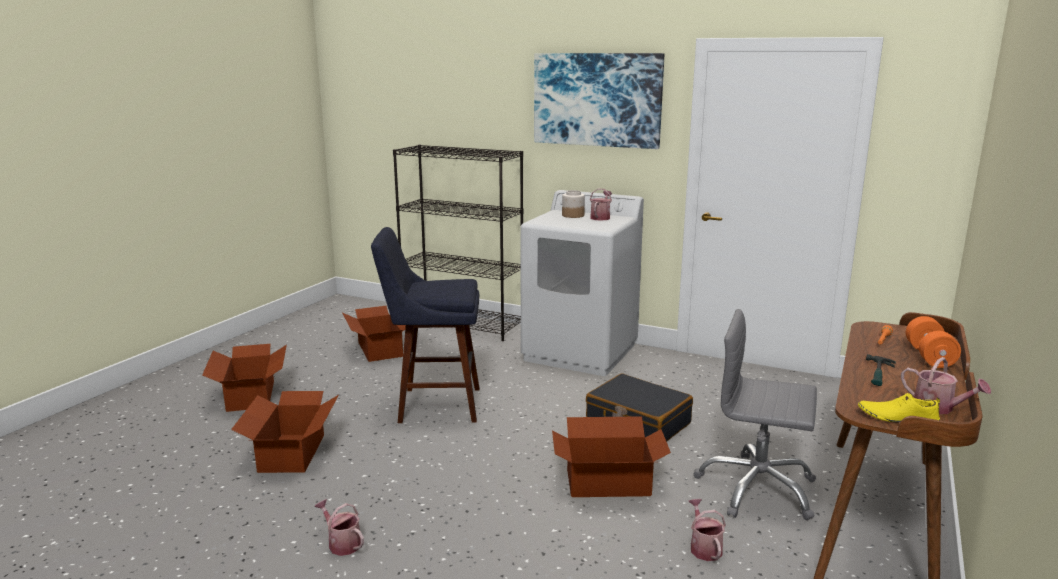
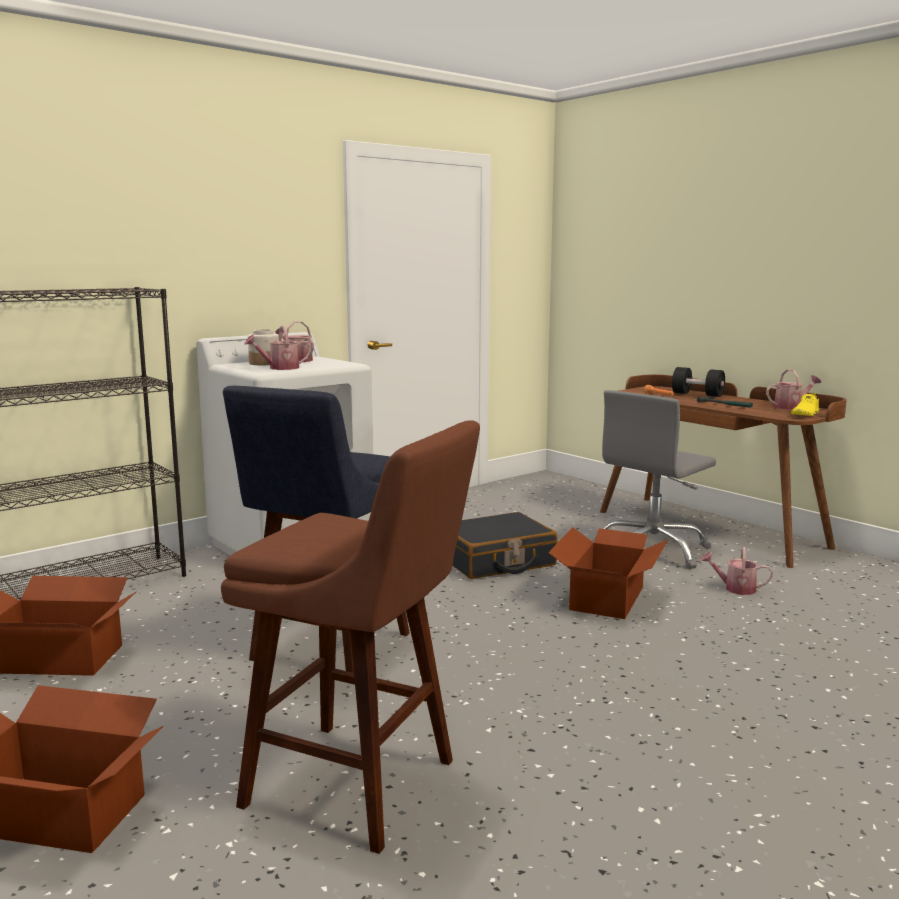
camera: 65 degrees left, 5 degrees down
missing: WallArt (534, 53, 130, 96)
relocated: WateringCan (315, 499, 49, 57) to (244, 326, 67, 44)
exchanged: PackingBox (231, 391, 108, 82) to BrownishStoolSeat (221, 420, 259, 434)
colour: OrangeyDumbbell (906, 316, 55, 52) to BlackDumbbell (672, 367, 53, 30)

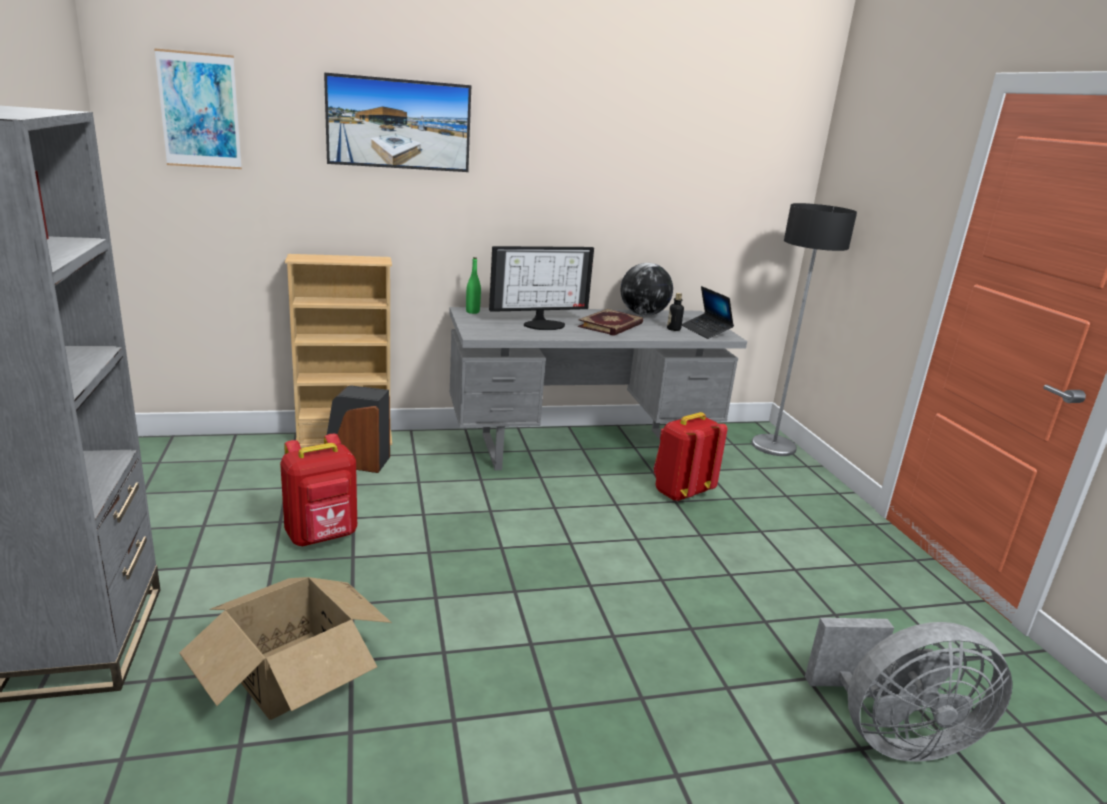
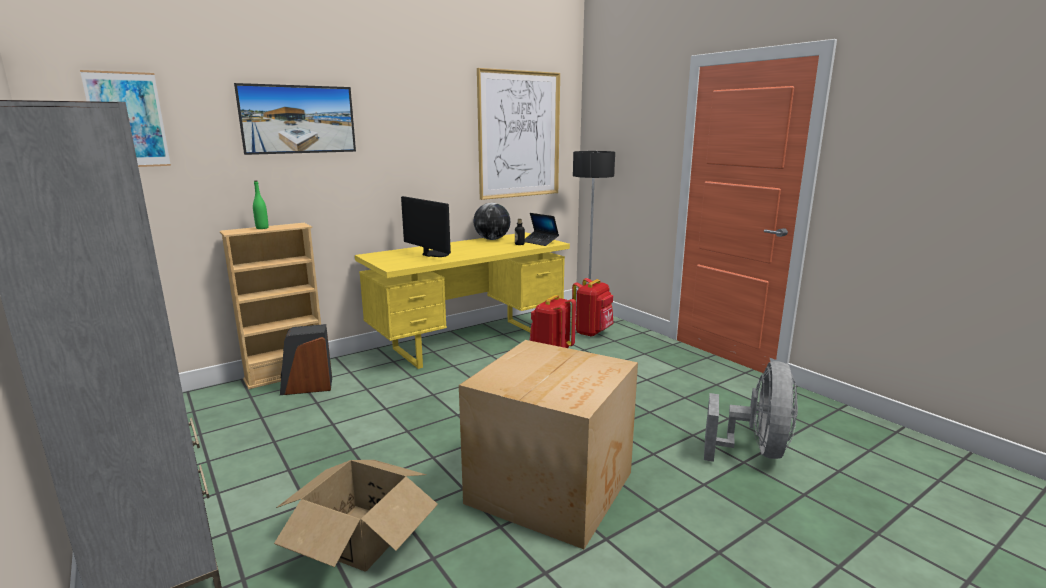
camera: 20 degrees left, 5 degrees down
missing: BoundBook (578, 309, 65, 27)
appeared: WallArt (477, 68, 83, 132); PackingBox (459, 340, 179, 209)
relocated: GreenBottle (466, 257, 15, 57) to (253, 180, 16, 49); ReddishKnapsack (280, 434, 77, 112) to (572, 278, 41, 59)
colour: GrayDesk (449, 307, 298, 163) to YellowColouredDesk (355, 232, 215, 137)
spun: ComputerScreen (489, 246, 105, 84) = (401, 196, 50, 61) 90 degrees counterclockwise; GrayCoolingFan (805, 618, 208, 144) = (704, 361, 94, 101) 45 degrees counterclockwise

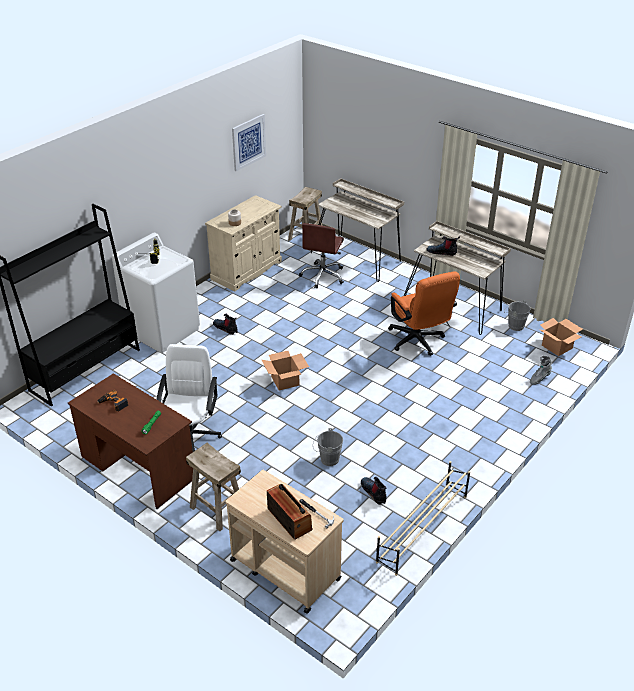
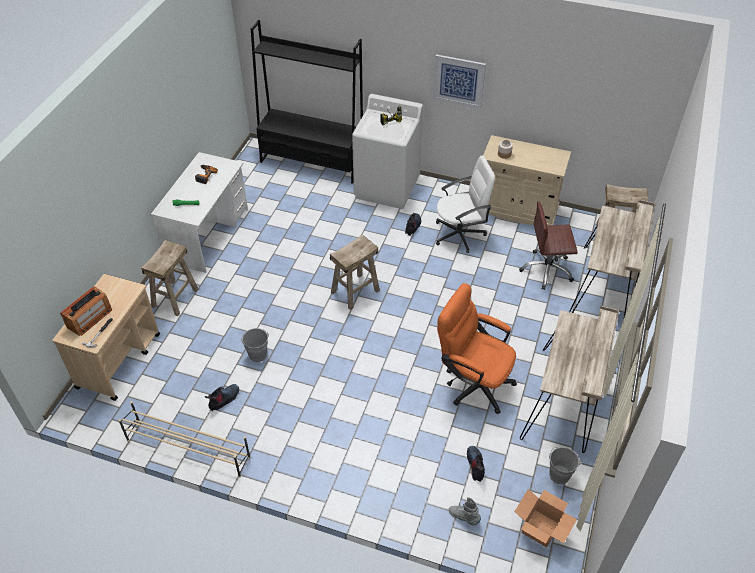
camera: 70 degrees right, 10 degrees up
relocated: WallArt (232, 114, 34, 57) to (433, 54, 53, 55); Boot (427, 236, 33, 20) to (467, 446, 18, 36); WhiteColouredOfficeChair (156, 344, 66, 108) to (436, 155, 59, 98)
exchanged: PackingBox (262, 351, 47, 39) to BeigeColouredStoolSeat (330, 234, 50, 76)
colour: BrownishDesk (68, 373, 125, 136) to WhiteColouredDesk (151, 152, 97, 121)
spun: OrangeyOfficeChair (388, 271, 72, 85) = (437, 283, 80, 131) 75 degrees clockwise

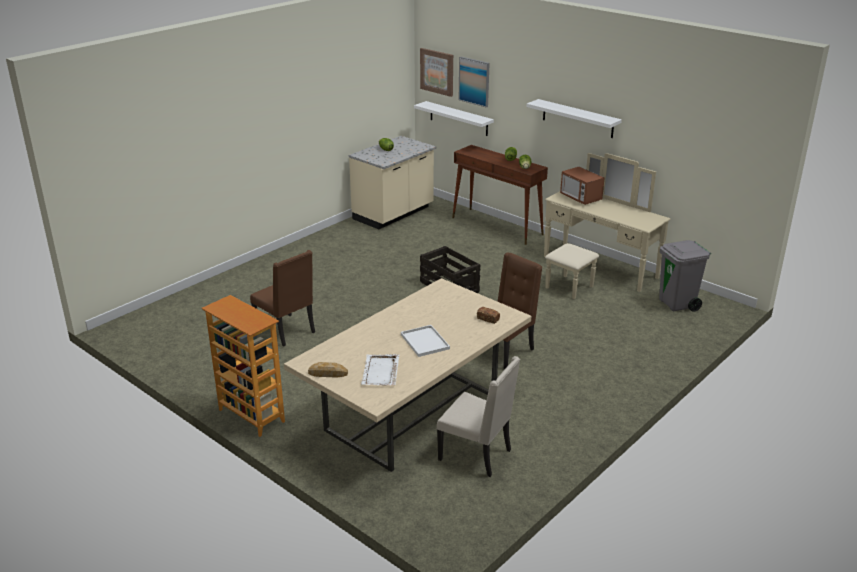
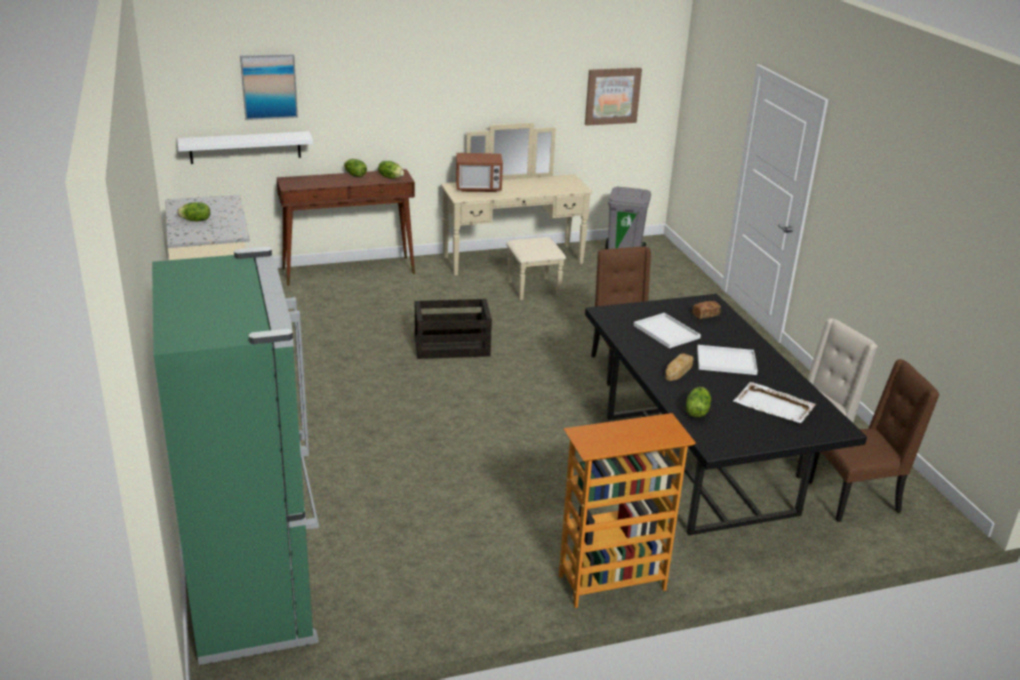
camera: 60 degrees left, 0 degrees up
missing: WhiteColouredWallShelf (526, 99, 96, 39)
appeared: GreenKitchenFridge (152, 247, 167, 418); WhiteColouredTray (633, 313, 68, 35); HeadOfLettuce (686, 387, 25, 30)
relocated: WallArt (420, 48, 33, 49) to (585, 68, 57, 58); BrownishPlainChair (250, 250, 65, 97) to (809, 359, 130, 163); BakedBread (308, 362, 40, 16) to (665, 354, 29, 27)
colour: BeigeColouredDinnerTable (284, 278, 247, 194) to BlackDinnerTable (585, 294, 282, 241)

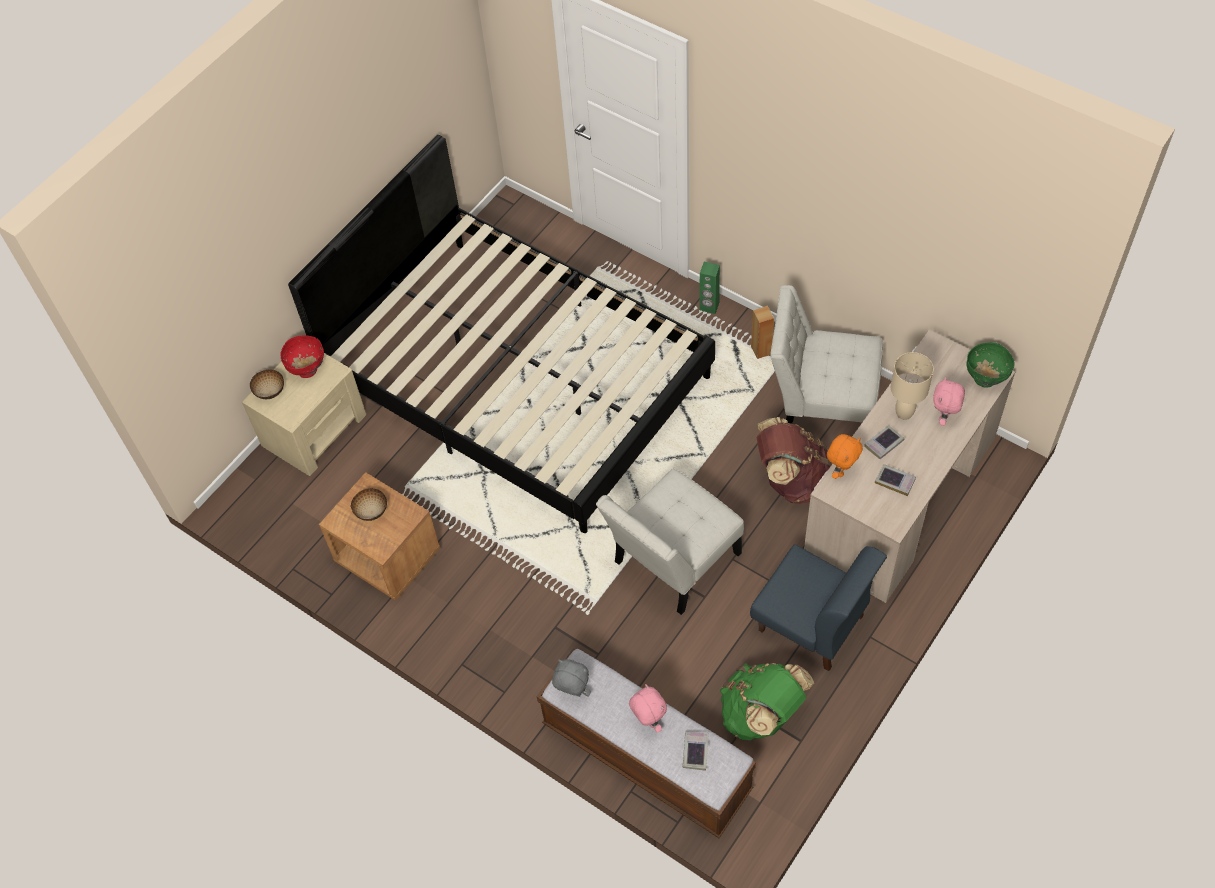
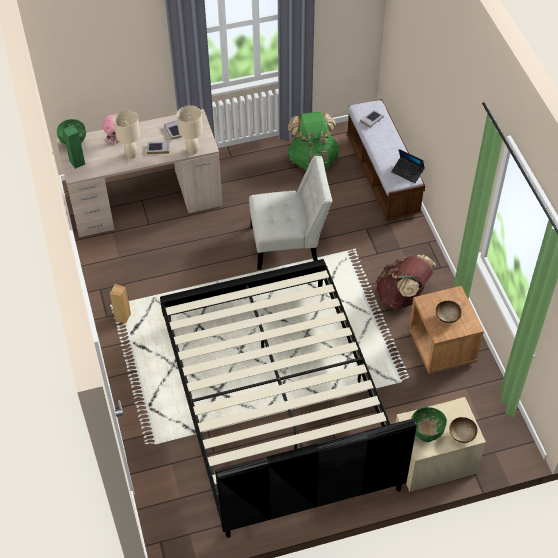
camera: 145 degrees left, 5 degrees down
missing: WhiteColouredPlainChair (770, 285, 113, 139); BluishPlainChair (750, 544, 137, 127); PinkCuddlyToy (629, 684, 38, 49)
relocated: GreenAudioSpeaker (699, 262, 21, 52) to (63, 125, 22, 44); BrownishKnapsack (757, 417, 75, 87) to (376, 255, 60, 55)
exchanged: OrangeyCuddlyToy (827, 434, 36, 45) to BeigeColouredLampForATable (177, 105, 26, 50); GrayCuddlyToy (552, 659, 39, 38) to PortableComputer (391, 149, 34, 34)
colour: ReddishBowl (280, 335, 44, 43) to GreenBowl (411, 407, 36, 35)

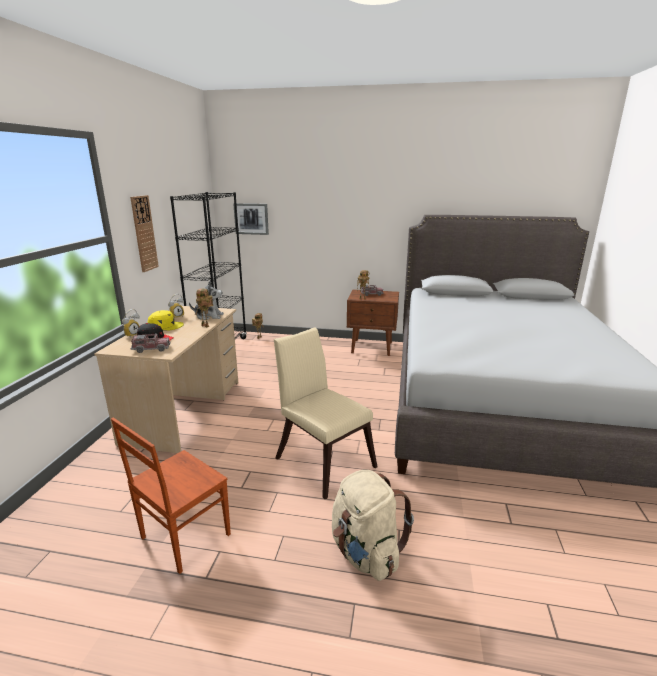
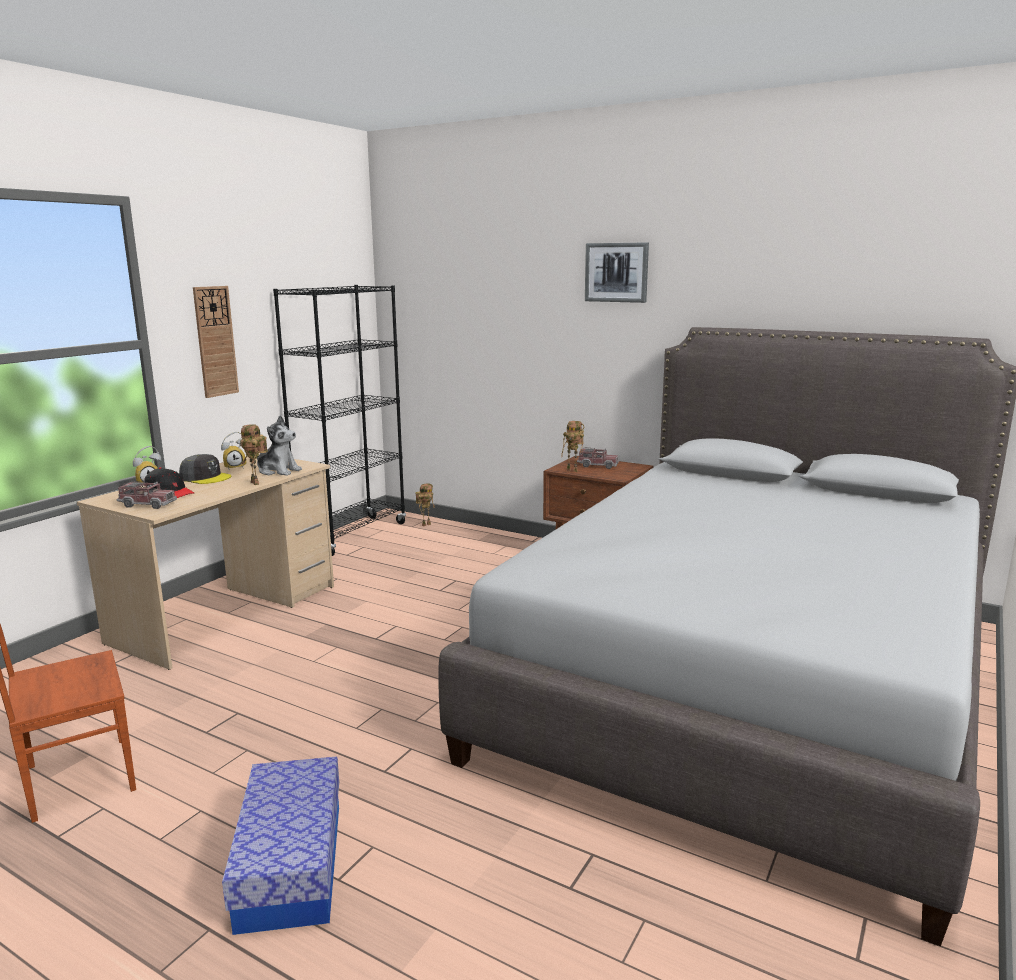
camera: 20 degrees right, 5 degrees down
missing: BeigeColouredPlainChair (274, 327, 103, 173)
relocated: WallArt (233, 203, 36, 32) to (585, 242, 64, 61)
exchanged: BeigeColouredKnapsack (332, 470, 82, 111) to StorageBin (222, 756, 117, 179)
colour: YellowColouredCap (148, 310, 36, 21) to GrayCap (179, 454, 52, 30)

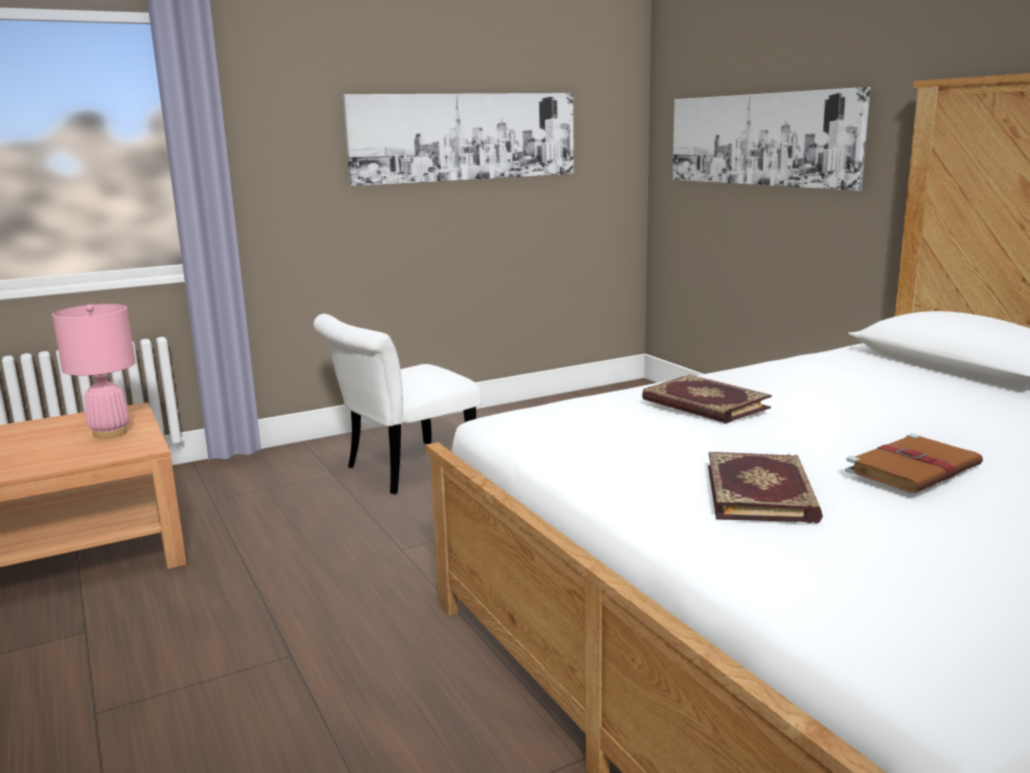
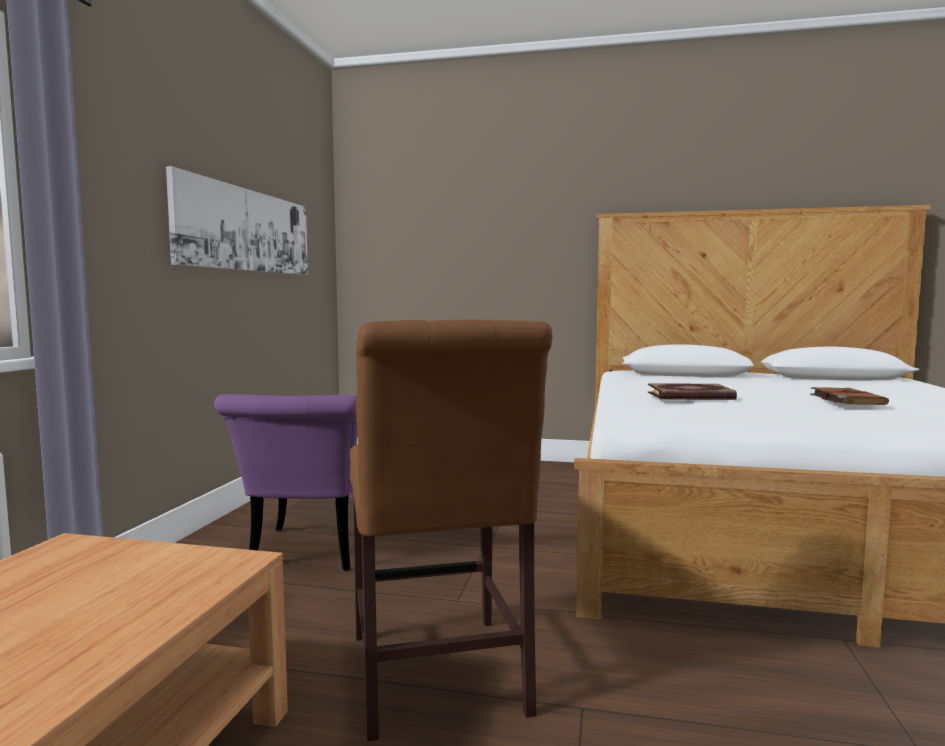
camera: 50 degrees left, 10 degrees down
missing: WallArt (672, 87, 198, 104); PinkLampForATable (52, 304, 83, 135); BoundBook (708, 452, 115, 71)
appeared: BrownishPlainChair (350, 319, 202, 422)
colour: WhiteColouredPlainChair (314, 314, 168, 180) to PurplePlainChair (214, 394, 144, 177)

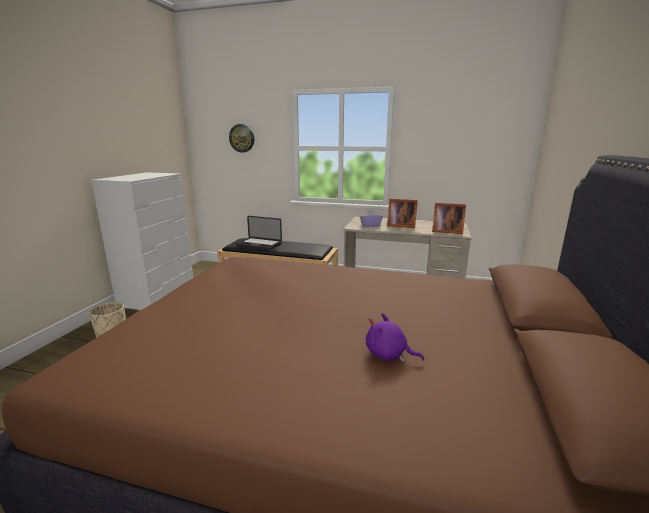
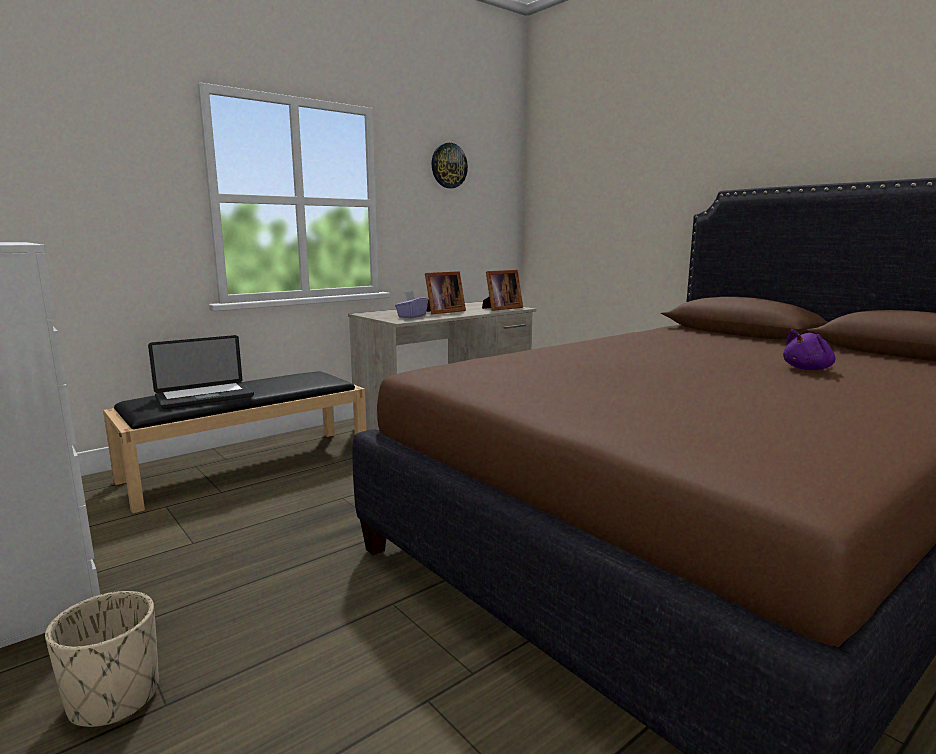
camera: 55 degrees left, 5 degrees down
relocated: HangingClock (229, 124, 25, 29) to (432, 143, 36, 45)

